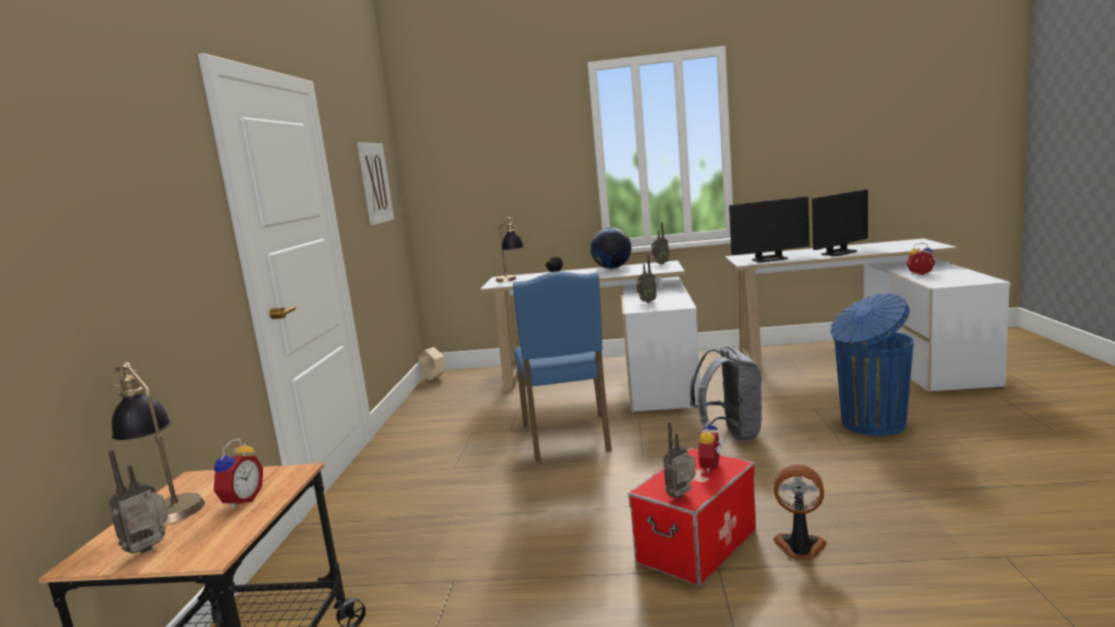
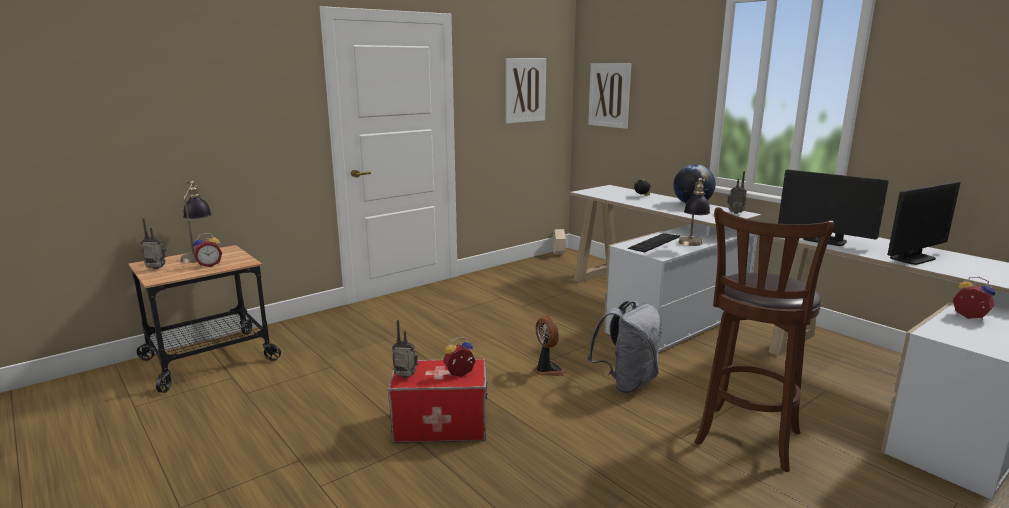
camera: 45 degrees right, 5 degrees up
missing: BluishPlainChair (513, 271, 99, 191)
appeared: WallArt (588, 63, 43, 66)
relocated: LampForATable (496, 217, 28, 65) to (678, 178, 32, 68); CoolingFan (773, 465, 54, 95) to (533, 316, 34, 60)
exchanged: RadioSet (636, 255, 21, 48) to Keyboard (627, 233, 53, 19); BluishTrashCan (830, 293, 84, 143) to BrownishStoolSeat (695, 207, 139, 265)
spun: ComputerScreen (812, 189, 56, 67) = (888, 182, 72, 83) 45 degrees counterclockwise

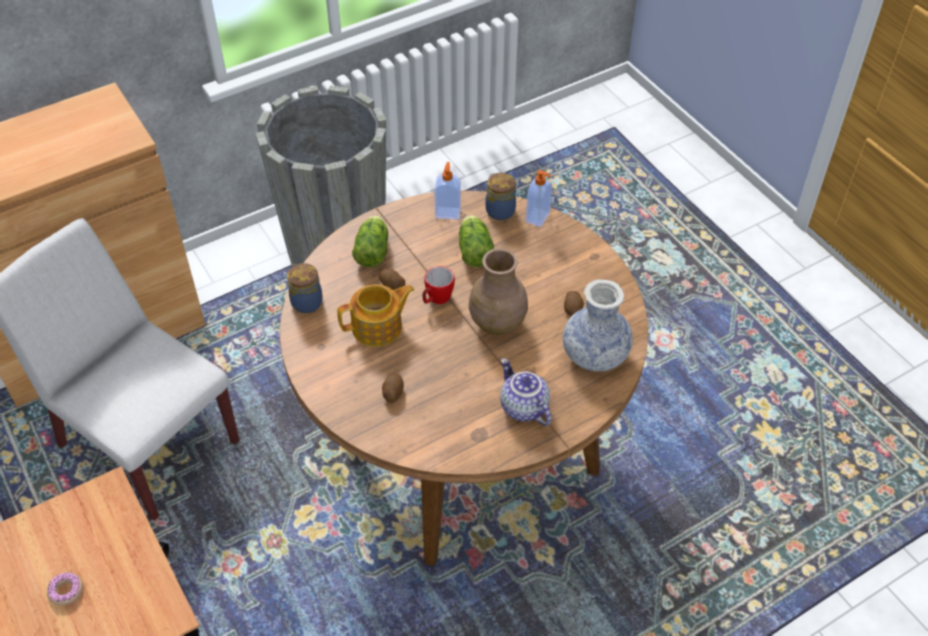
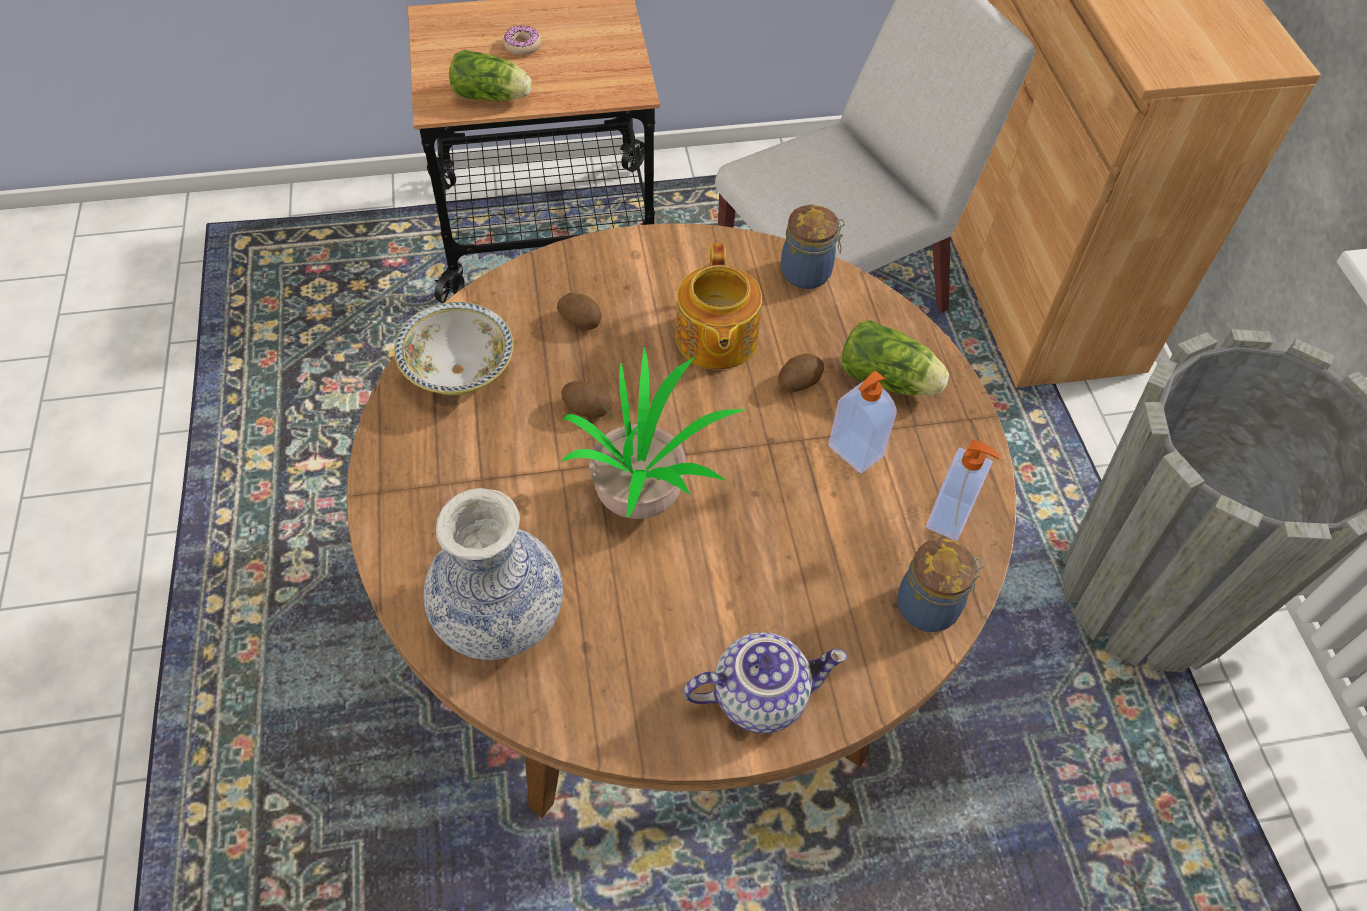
camera: 110 degrees right, 5 degrees up
missing: CoffeeMug (422, 266, 33, 38)
appeared: Bowl (394, 302, 119, 93)
relocated: SoapBottle (526, 170, 26, 57) to (829, 371, 67, 103); HeadOfLettuce (459, 215, 35, 52) to (449, 50, 83, 51); Spud (564, 291, 20, 25) to (561, 381, 51, 37); Teapot (500, 358, 51, 68) to (684, 632, 163, 102)
exchanged: BrownishDecorativeVase (469, 248, 59, 87) to PlantInAPot (561, 345, 184, 174)

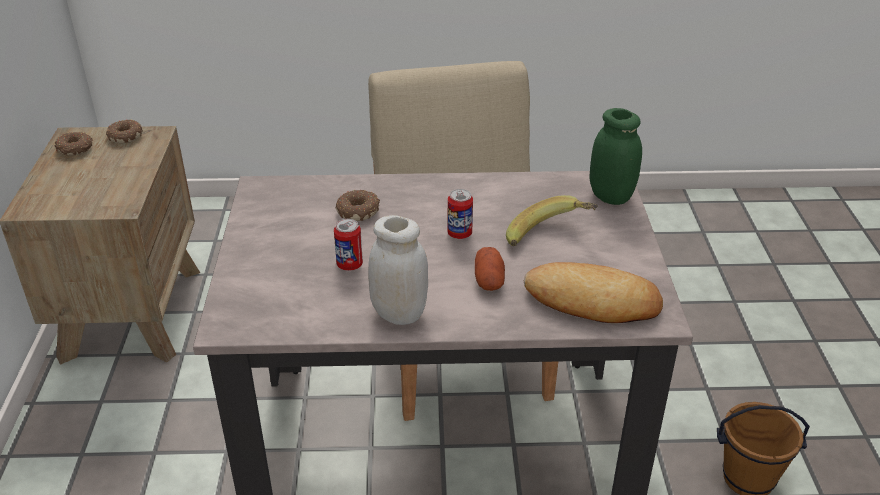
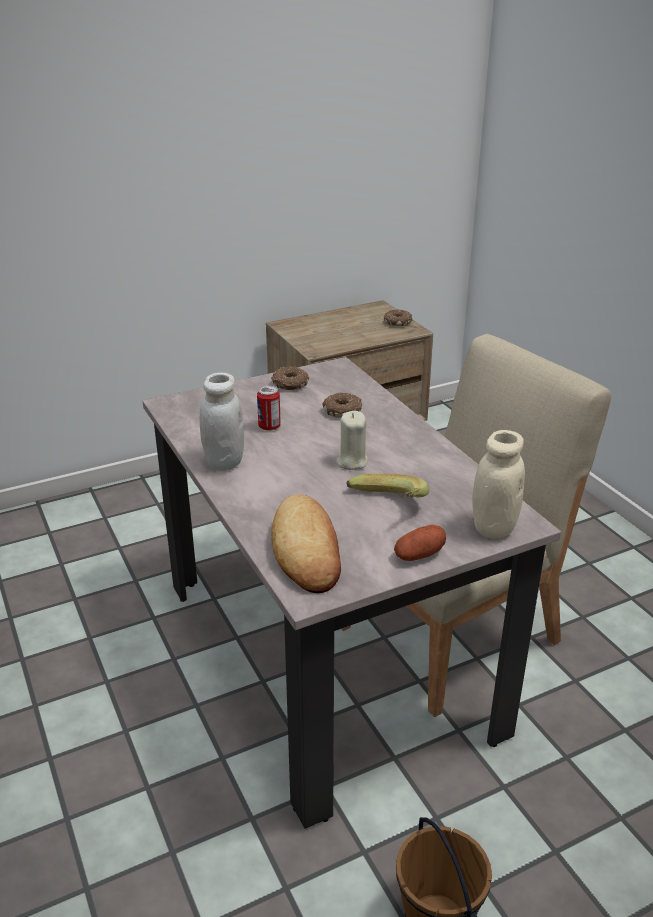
camera: 65 degrees right, 5 degrees down
relocated: Doughnut (55, 132, 38, 24) to (271, 366, 38, 24); Spud (475, 247, 30, 44) to (394, 525, 52, 36)
exchanged: SealedCan (447, 189, 26, 50) to BeigeColouredWaxCandle (336, 411, 32, 59)
colour: GreenPreserveJar (589, 108, 53, 97) to BeigeColouredPreserveJar (472, 430, 53, 108)

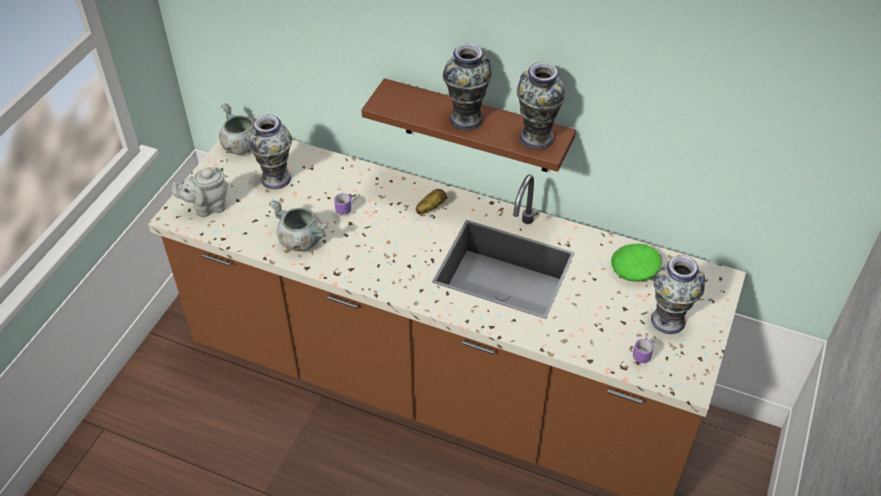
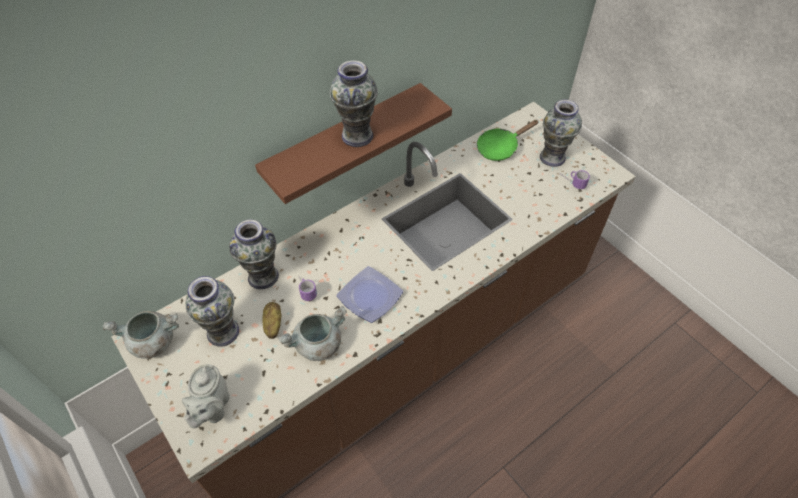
camera: 60 degrees left, 5 degrees up
appeared: Plate (337, 266, 66, 57)
relocated: DecorativeVase (517, 62, 49, 87) to (229, 219, 50, 70); Spud (416, 189, 30, 26) to (262, 302, 19, 37)

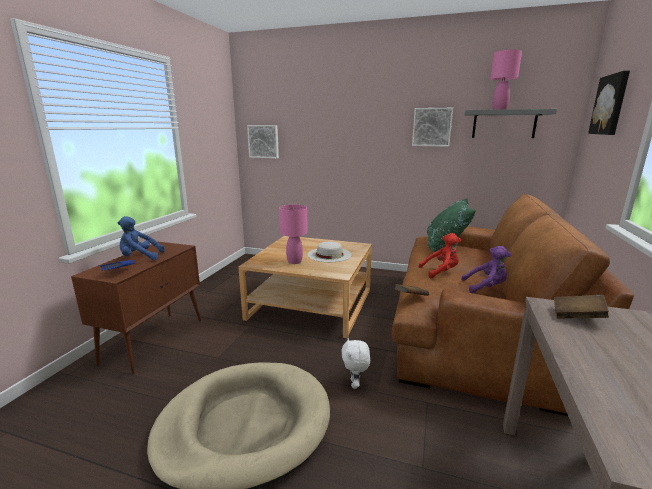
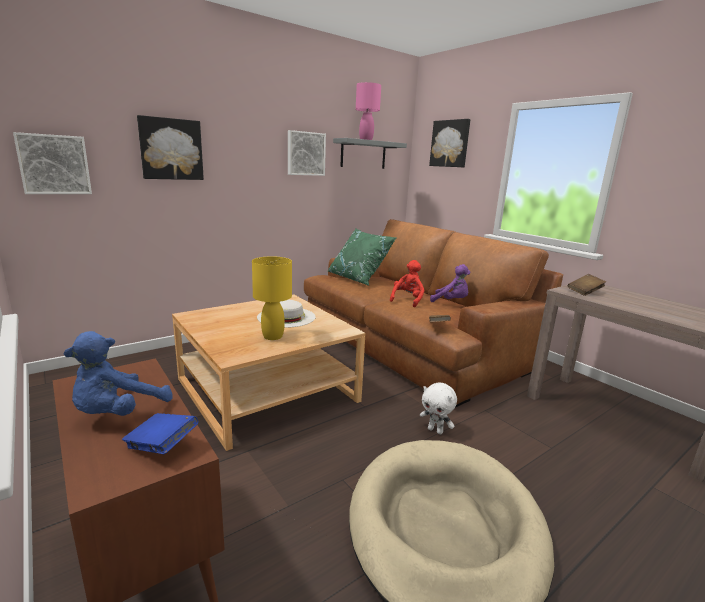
camera: 55 degrees left, 0 degrees up
appeared: WallArt (137, 115, 67, 65)
colour: PinkLampForATable (279, 205, 29, 59) to YellowColouredLampForATable (252, 256, 40, 84)
spun: PurpleCuddlyToy (461, 246, 50, 47) = (430, 264, 41, 38) 75 degrees clockwise

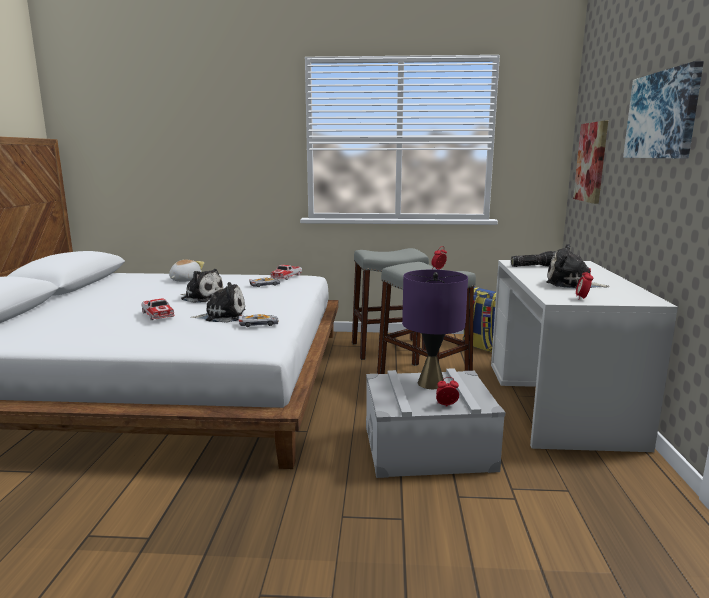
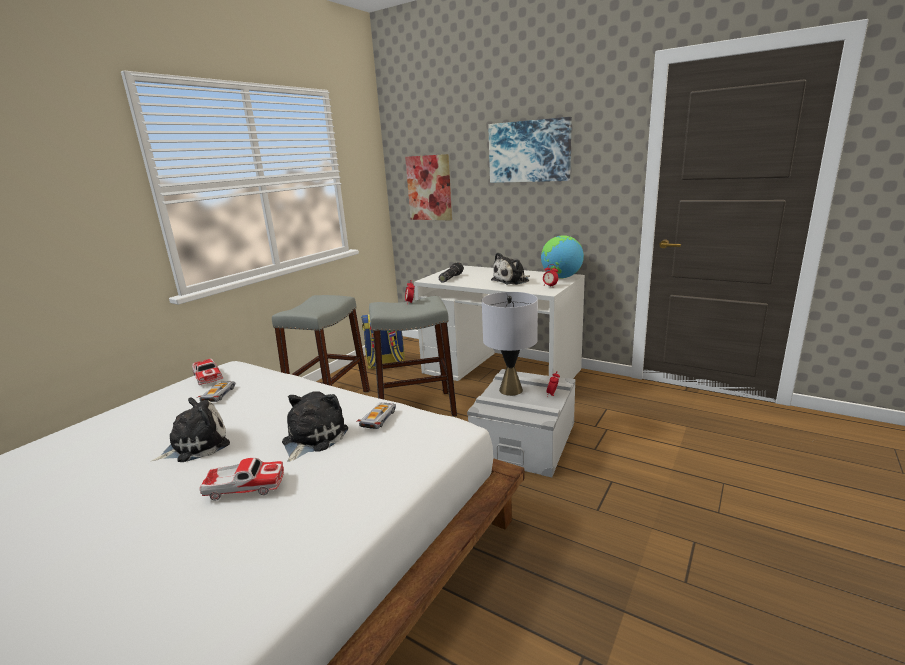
camera: 60 degrees left, 5 degrees up
missing: CuddlyToy (169, 260, 35, 22)
appeared: WorldGlobe (541, 235, 43, 43)
colour: PurpleLampForATable (402, 270, 66, 119) to GrayLampForATable (482, 292, 56, 104)

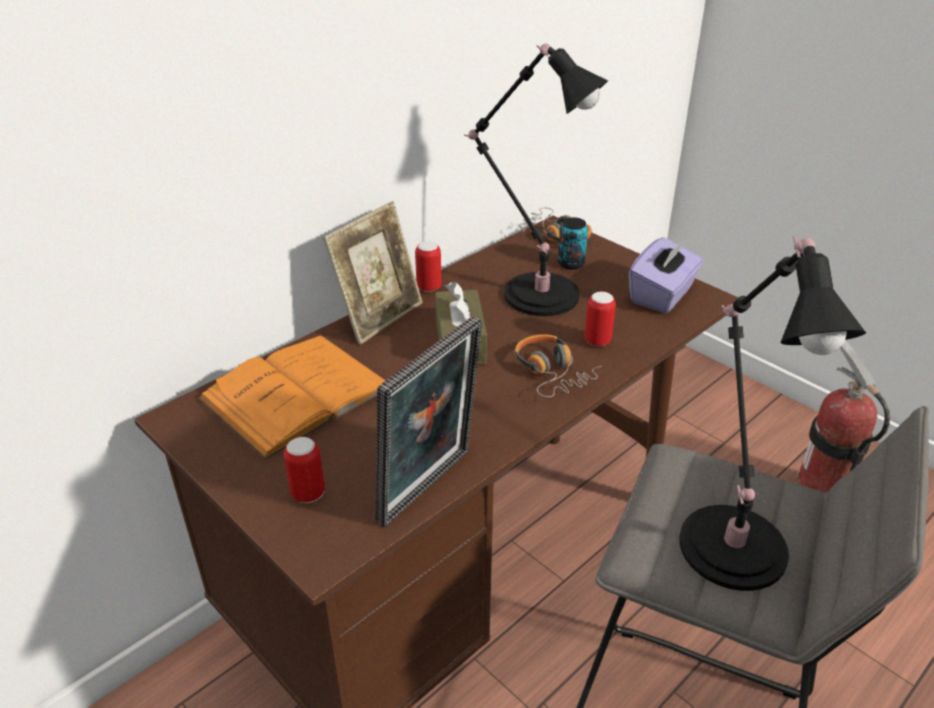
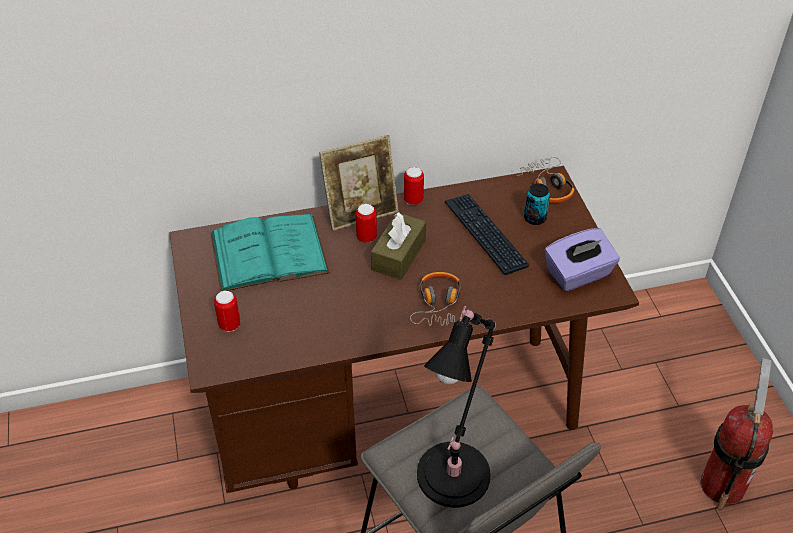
camera: 30 degrees right, 10 degrees up
missing: PictureFrame (375, 316, 107, 212)
relocated: SealedCan (584, 291, 32, 55) to (356, 204, 21, 39)
exchanged: BlackLampForATable (464, 44, 144, 272) to Keyboard (445, 194, 84, 81)
colour: OrangeyBoundBook (197, 336, 189, 124) to BlueGreenBoundBook (210, 214, 120, 78)

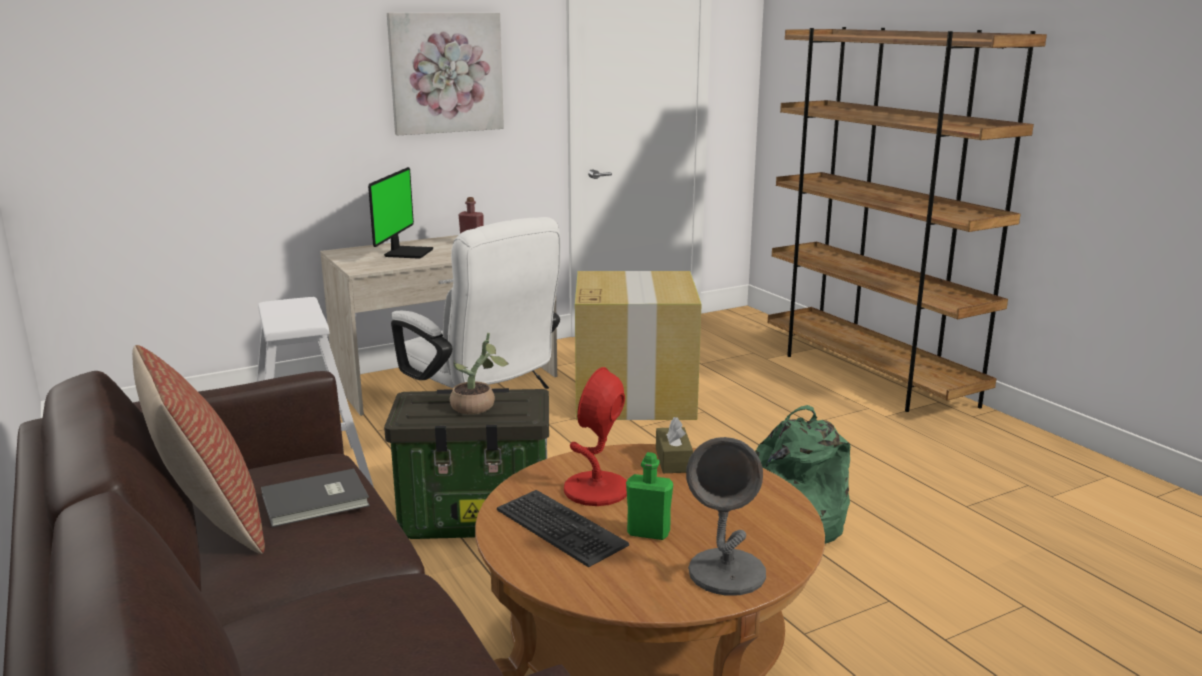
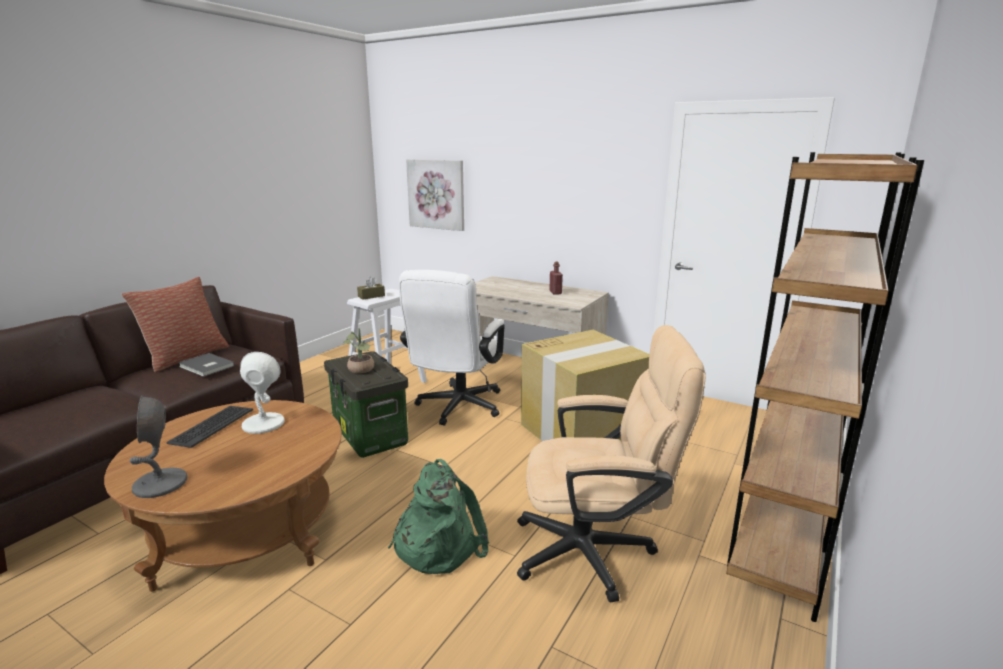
camera: 60 degrees right, 0 degrees up
missing: ComputerScreen (368, 167, 66, 92); GreenBottle (626, 452, 47, 88)
appeared: BeigeColouredOfficeChair (517, 325, 188, 278)
relocated: WallArt (387, 13, 117, 122) to (406, 159, 58, 72); BrownishTissueBox (656, 417, 37, 56) to (357, 277, 28, 23)
colour: ReddishLampForATable (564, 367, 63, 139) to WhiteColouredLampForATable (240, 352, 45, 82)

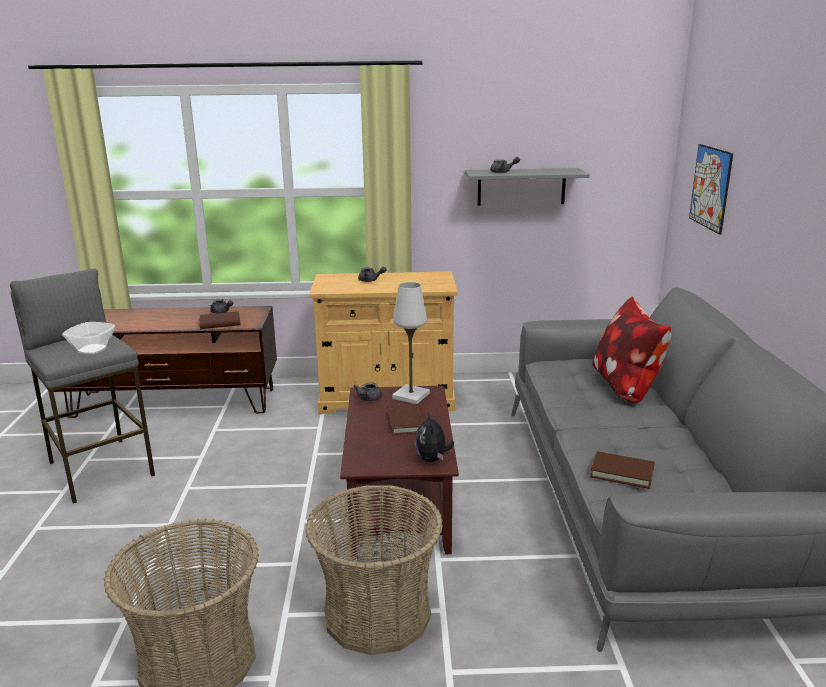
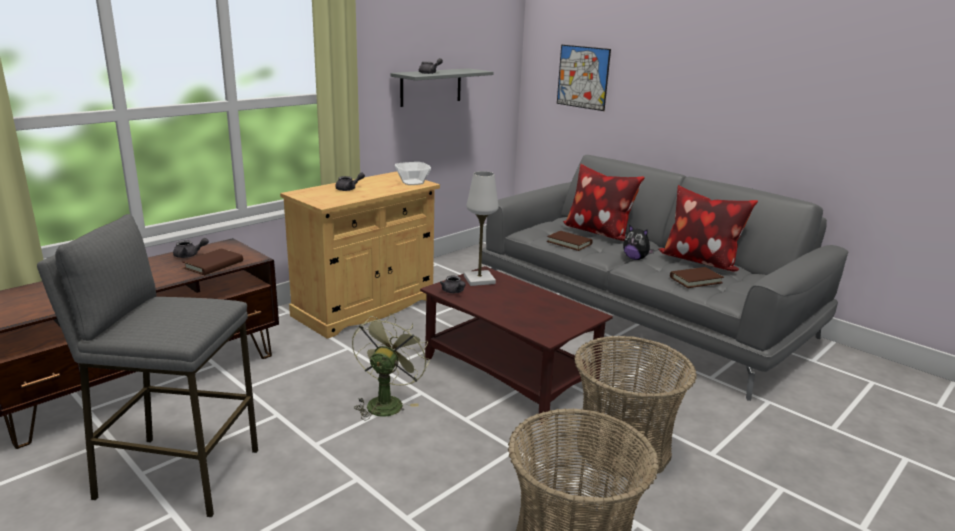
camera: 45 degrees left, 0 degrees up
appeared: ThrowPillow (659, 185, 99, 86); GreenCoolingFan (352, 313, 78, 107)
relocated: Bowl (62, 322, 53, 32) to (395, 162, 36, 23); BrownishBoundBook (387, 404, 37, 31) to (547, 231, 46, 20); CuddlyToy (415, 412, 39, 50) to (623, 225, 31, 35)

